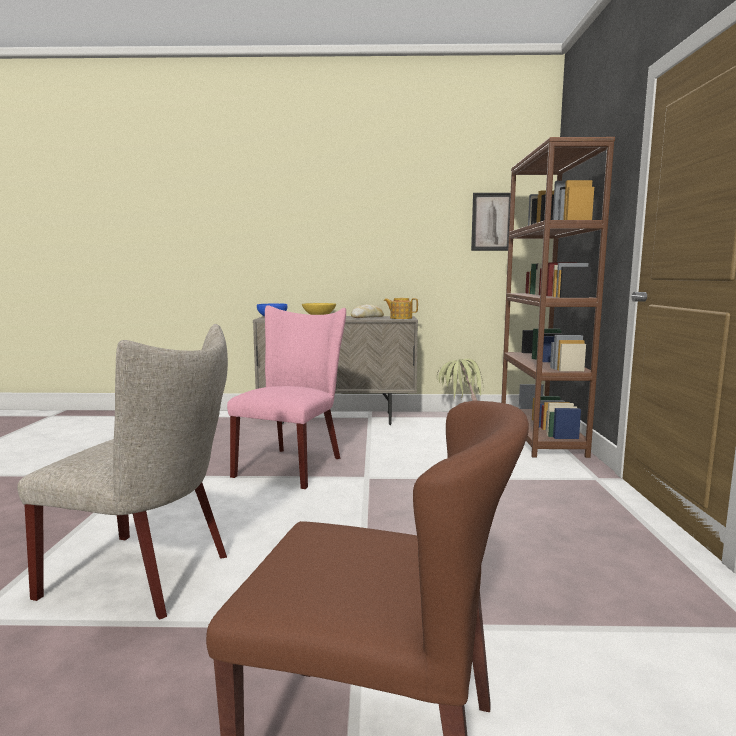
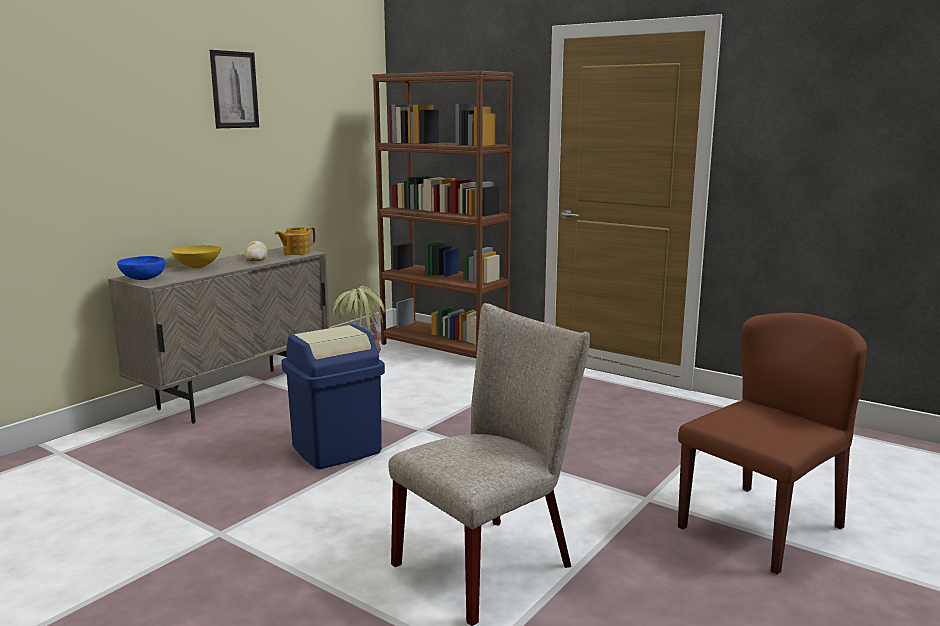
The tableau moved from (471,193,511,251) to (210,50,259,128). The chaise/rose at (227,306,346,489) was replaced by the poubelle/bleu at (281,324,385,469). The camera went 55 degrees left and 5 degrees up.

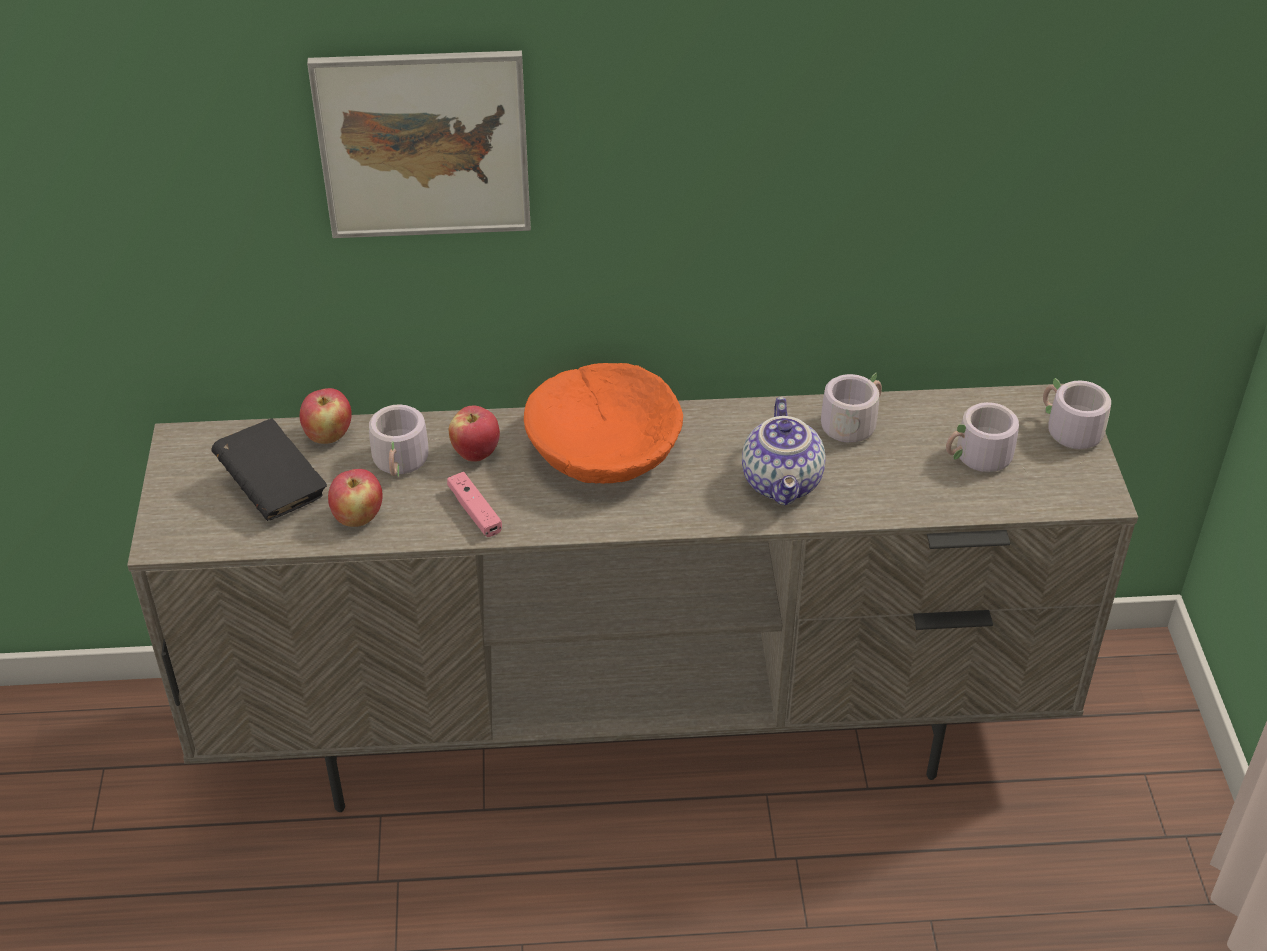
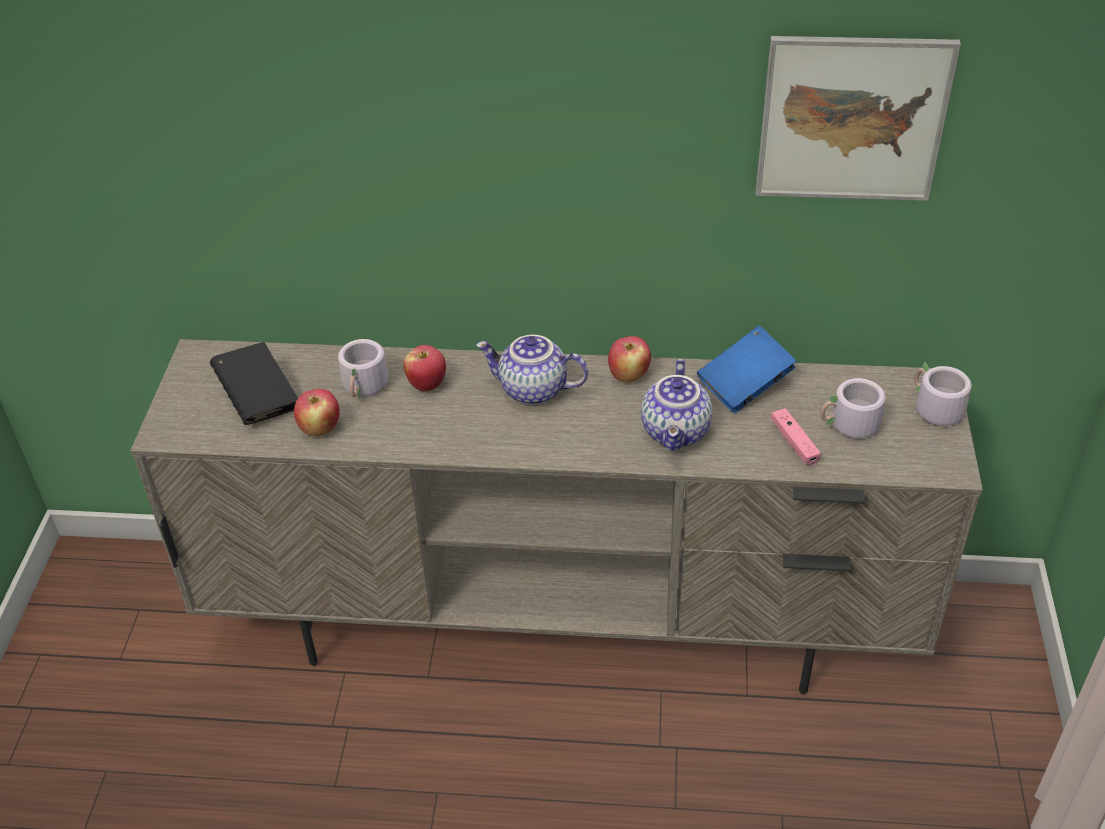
The bol/orange at (524,363,683,484) was replaced by the théière at (476,335,588,405). The pomme moved from (300,388,352,444) to (608,336,651,382). The mug/gris at (821,373,882,443) was replaced by the livre/bleu at (697,326,796,413). The tableau moved from (307,51,531,238) to (755,36,961,201). The manette/rose moved from (447,472,502,537) to (771,408,821,466). The camera went 10 degrees right and 0 degrees up.

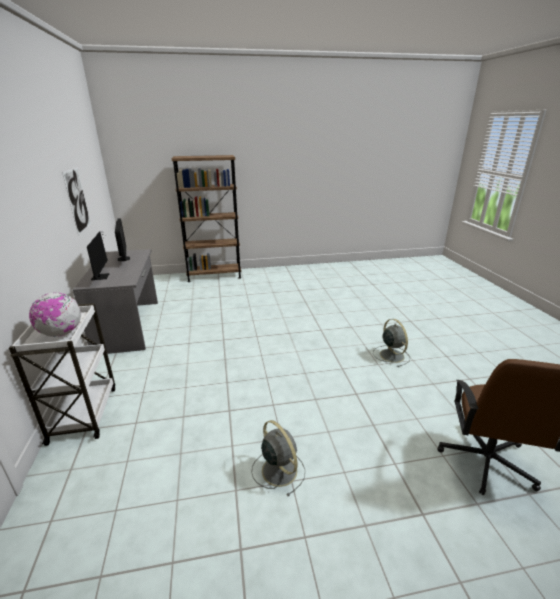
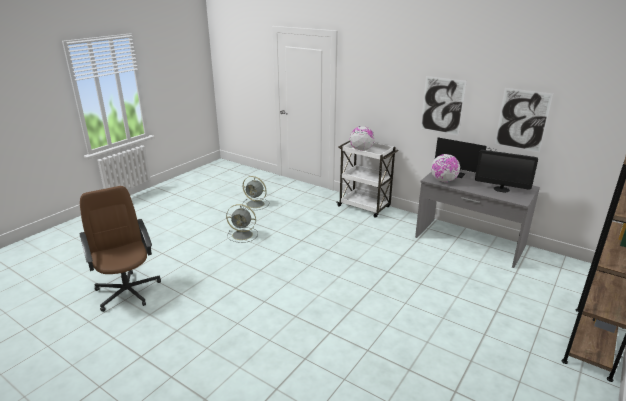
The ventilateur/gris moved from (373,319,410,367) to (242,176,269,210). The tableau at (420,76,467,136) appeared. The globe at (431,154,460,182) appeared. The camera went 135 degrees right and 0 degrees up.

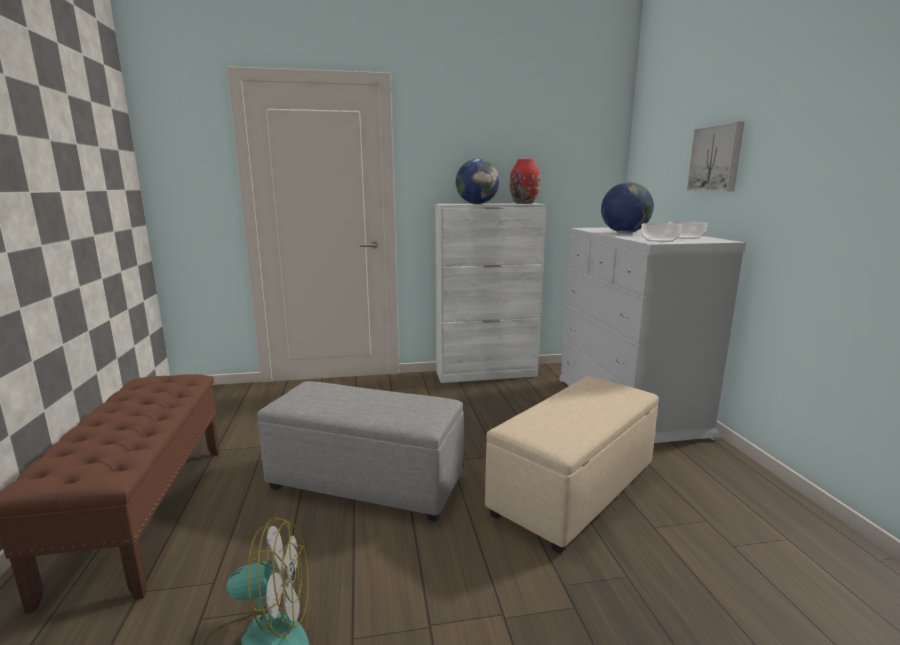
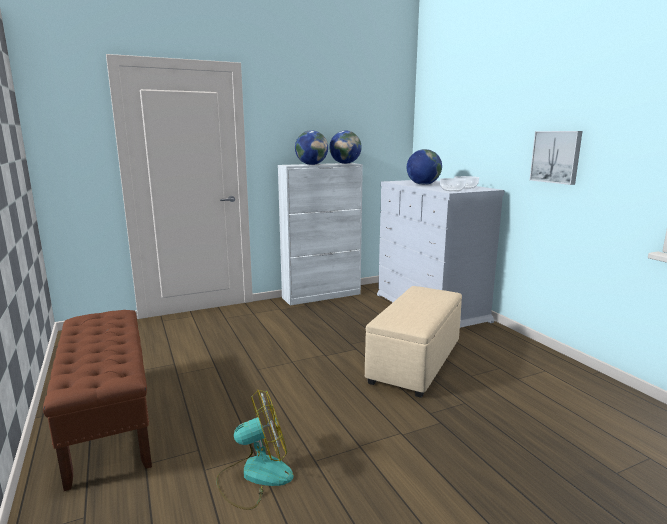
The vase/rouge at (510,159,540,204) was replaced by the globe at (329,131,362,164). The tableau moved from (687,122,744,191) to (530,131,582,185). The pouf/gris at (257,381,464,522) disappeared. The camera went 15 degrees left and 0 degrees up.

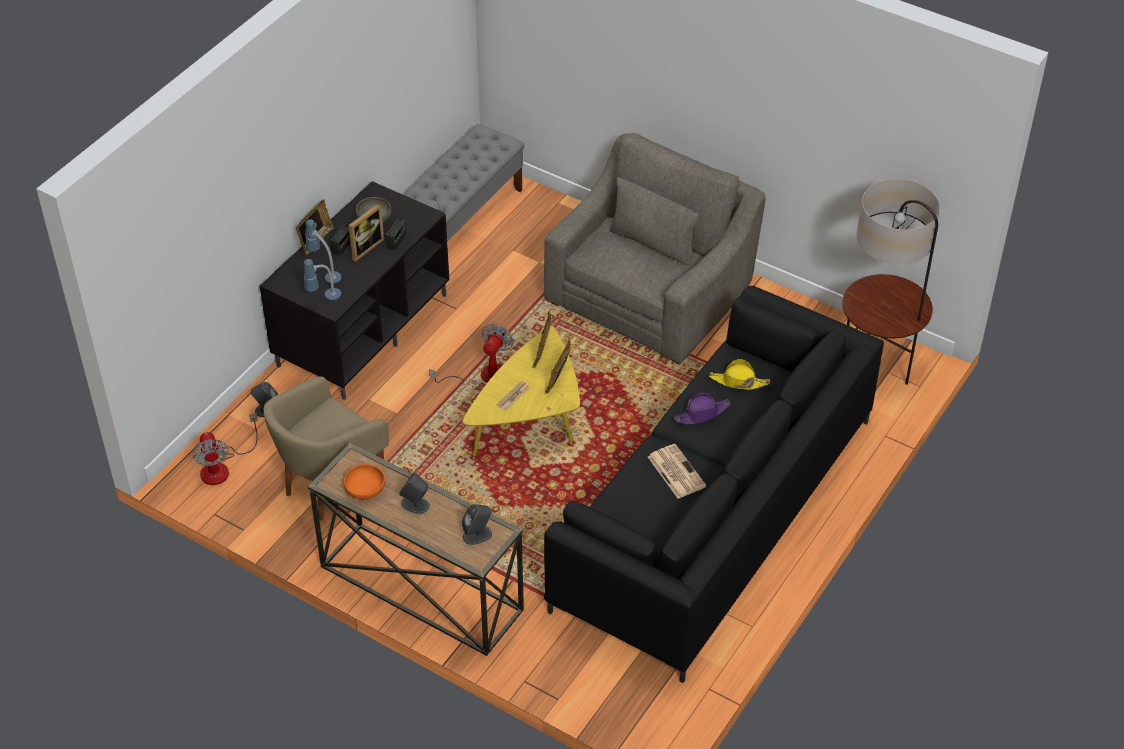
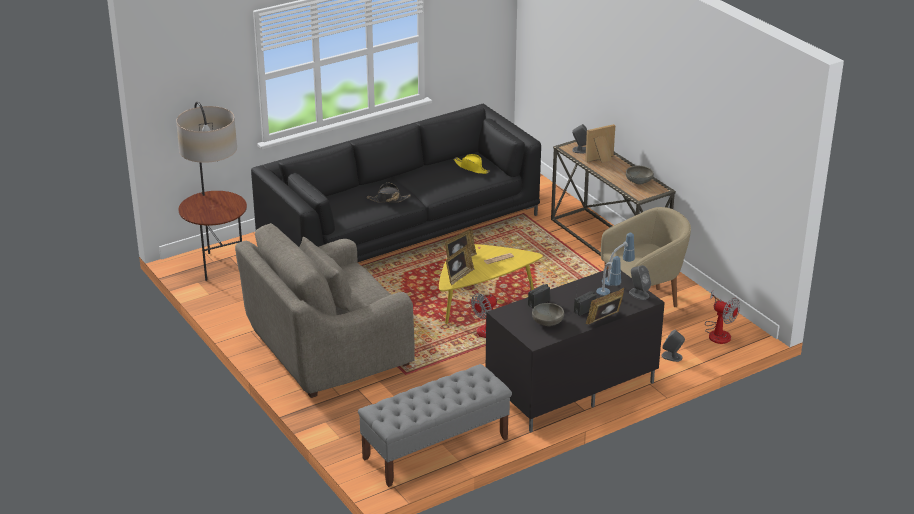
The chapeau/violet at (674,393,731,424) became the chapeau/noir at (367,183,411,202). The chapeau/jaune moved from (709,359,770,390) to (453,154,490,174). The cadre photo moved from (349,204,384,262) to (585,124,615,162). The bol/orange at (344,464,385,500) became the bol/gris at (626,166,654,184). The enceinte/gris moved from (399,473,430,514) to (629,265,651,300). The ventilateur at (192,413,258,485) turned 120 degrees clockwise. The journal at (648,444,706,499) disappeared. The camera went 155 degrees left and 15 degrees down.

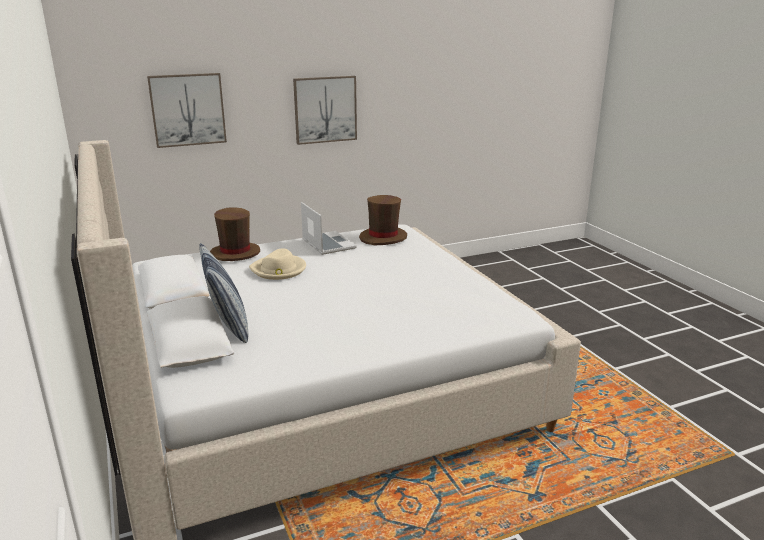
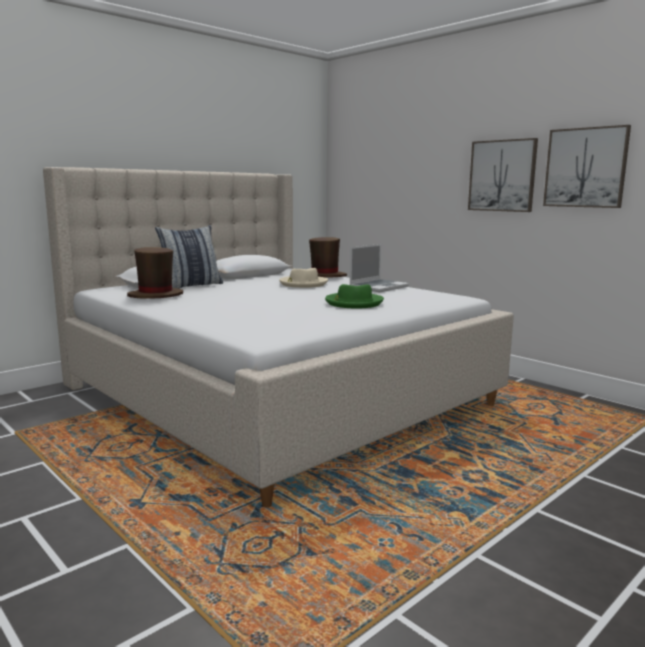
The chapeau/marron moved from (359,195,407,245) to (127,247,183,299). The chapeau/vert at (325,284,384,308) appeared. The tableau moved from (147,73,227,148) to (543,125,631,208). The camera went 70 degrees right and 10 degrees down.

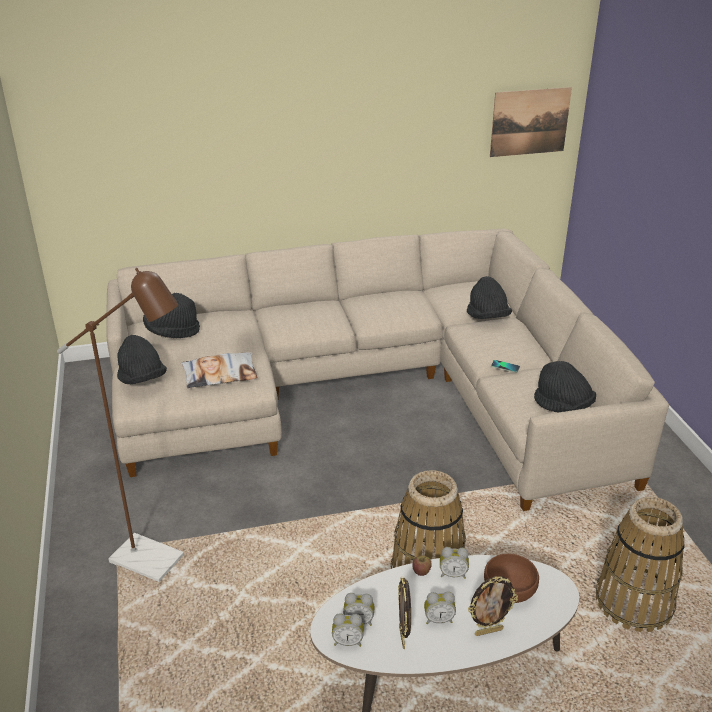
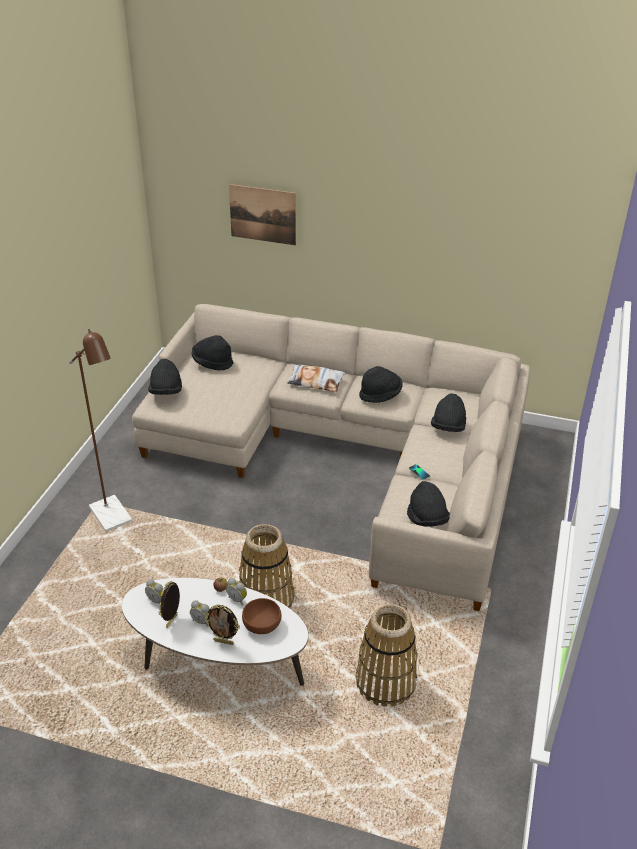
The tableau moved from (490,87,572,157) to (229,184,296,245). The coussin moved from (181,352,258,388) to (287,364,345,392). The chapeau/noir at (359,366,403,403) appeared. The réveil at (332,613,364,647) disappeared. The camera went 30 degrees right and 5 degrees up.

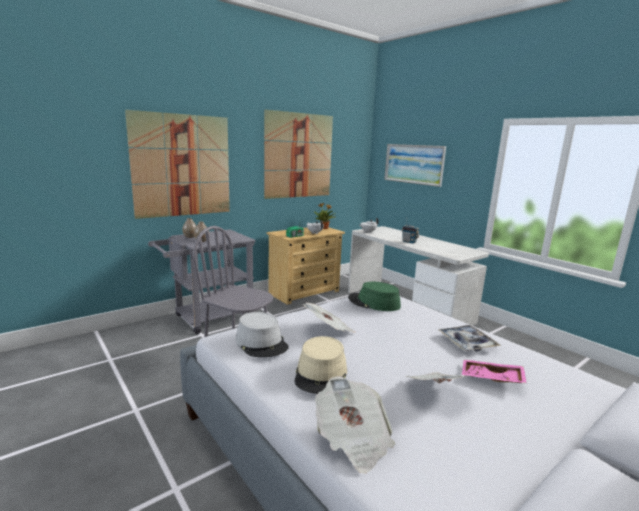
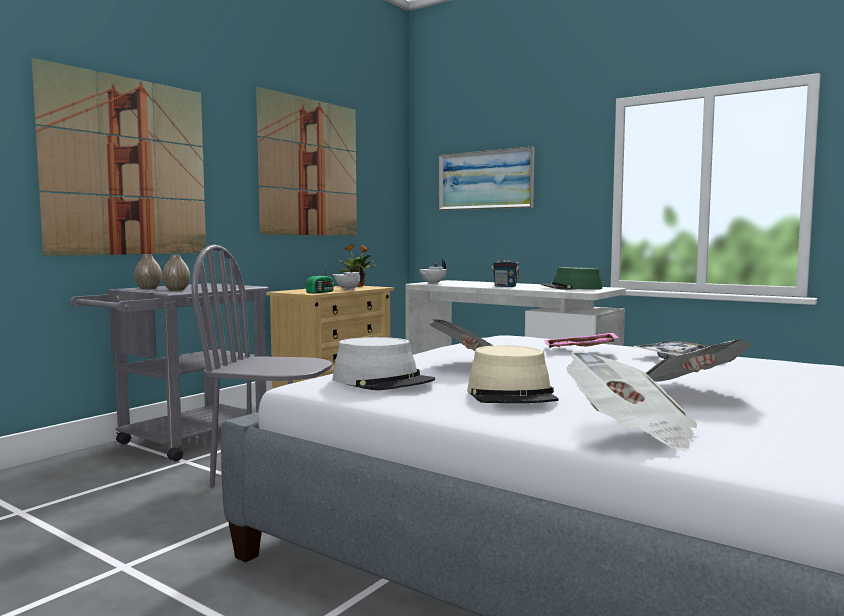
The chapeau/vert moved from (348,282,401,311) to (541,267,602,290). The plateau/rose moved from (462,360,526,383) to (544,333,619,348). The camera went 15 degrees left and 10 degrees down.

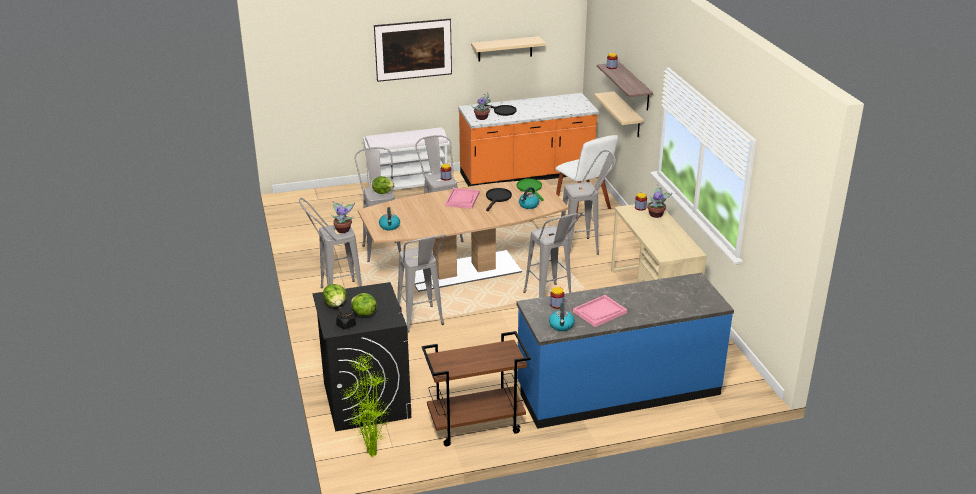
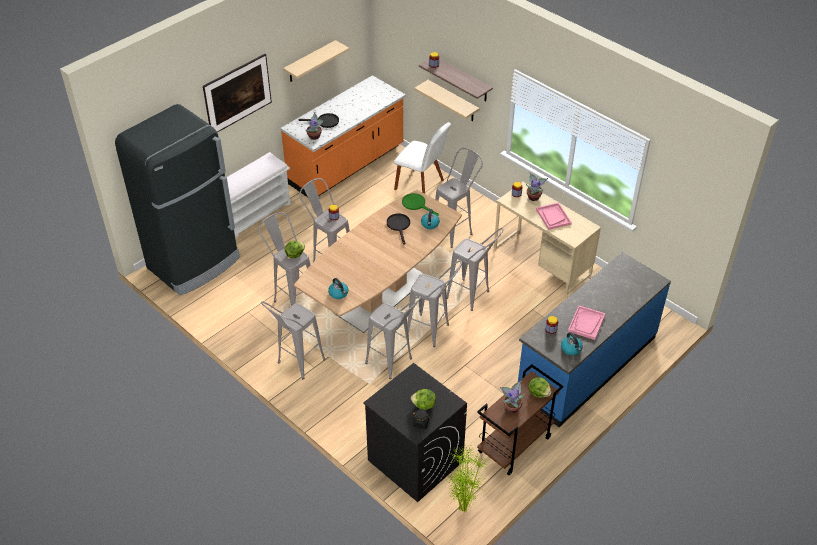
The réfrigérateur/noir at (115,104,240,295) appeared. The tabouret/gris at (407,260,462,347) appeared. The plante en pot moved from (331,201,355,233) to (500,381,525,413). The laitue moved from (323,284,347,307) to (528,377,552,398). The plateau/rose moved from (445,188,479,209) to (536,202,572,230). The camera went 30 degrees left and 15 degrees up.

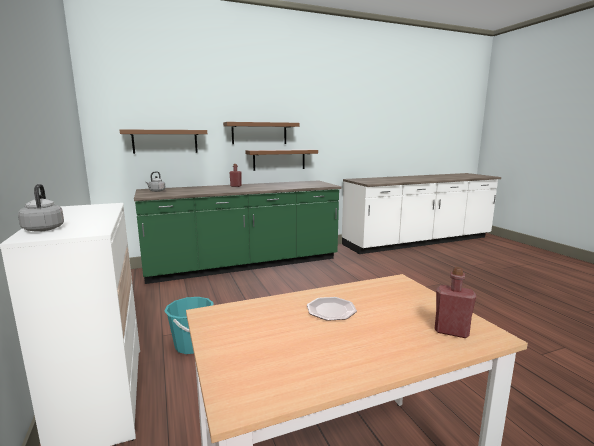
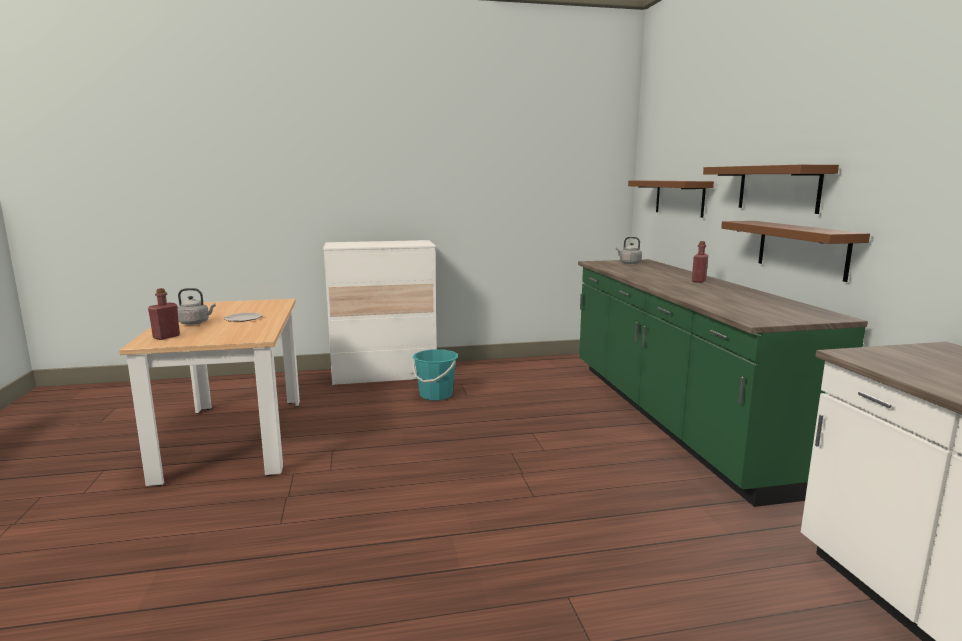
The bouilloire/gris moved from (18,184,64,232) to (178,288,216,325). The camera went 100 degrees right and 0 degrees up.

